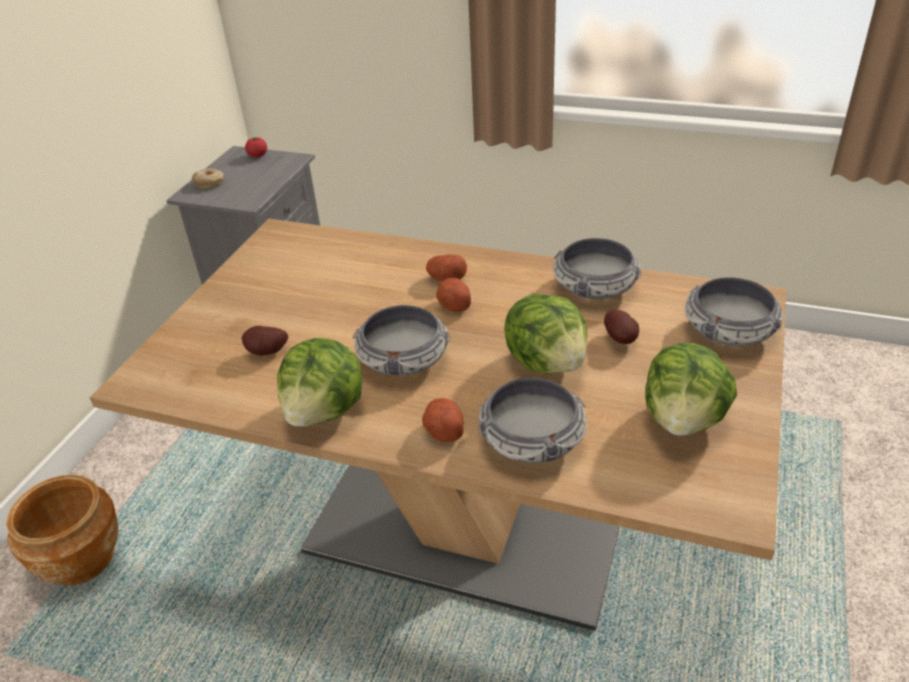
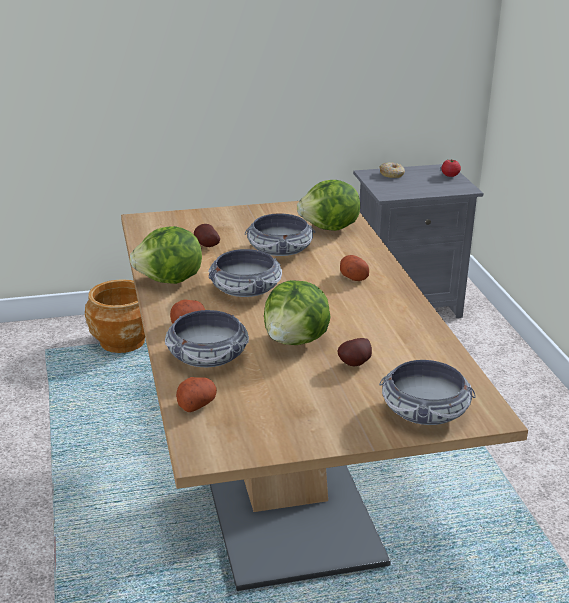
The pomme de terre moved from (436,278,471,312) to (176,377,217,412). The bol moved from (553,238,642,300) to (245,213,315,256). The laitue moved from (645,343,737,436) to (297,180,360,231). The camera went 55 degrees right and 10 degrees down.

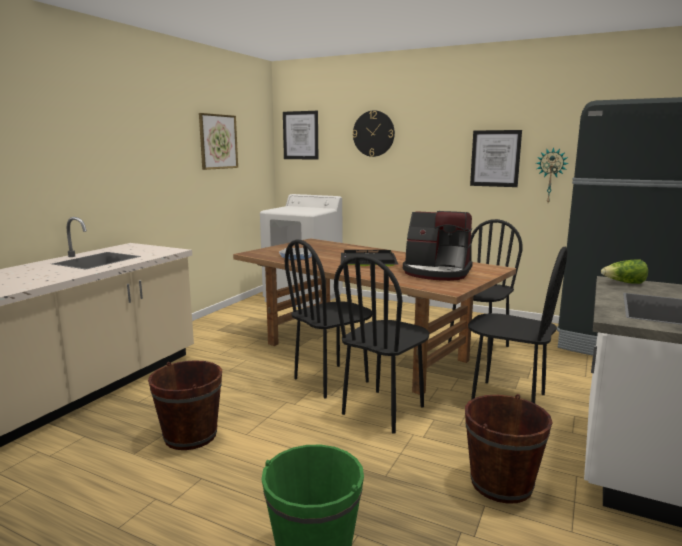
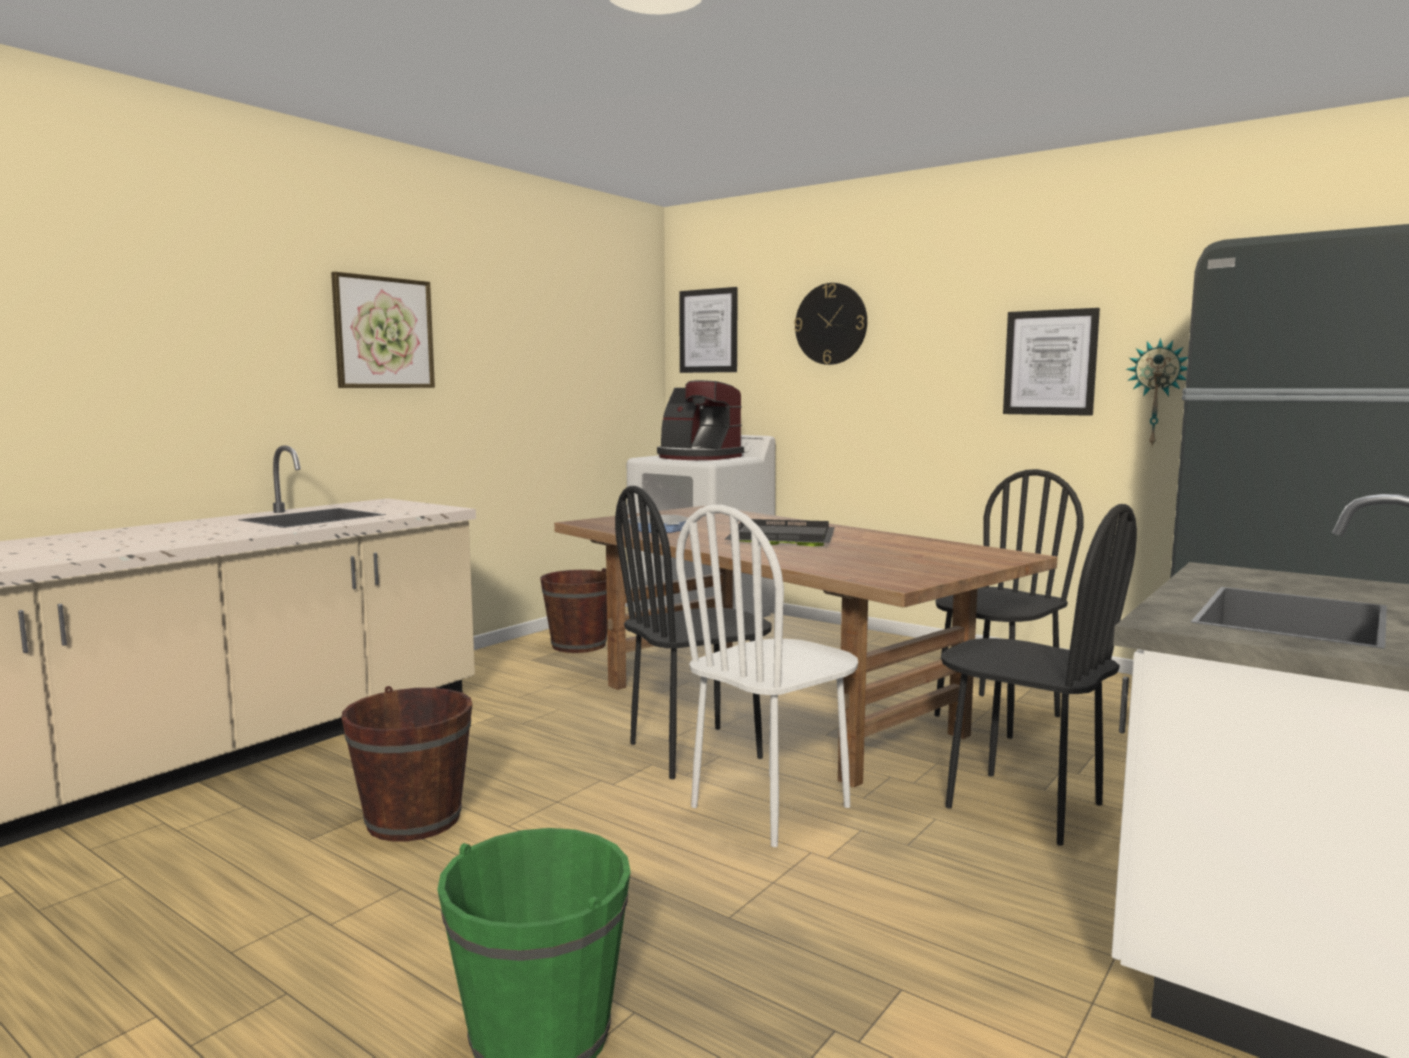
The tableau moved from (199,113,238,170) to (331,272,435,388). The seau/marron moved from (465,394,553,504) to (540,568,607,653). The machine à café moved from (403,211,473,281) to (657,380,744,460). The chaise/noir at (334,255,429,434) became the chaise/blanc at (676,505,858,847). The laitue at (601,259,648,284) disappeared. The camera went 10 degrees right and 5 degrees down.

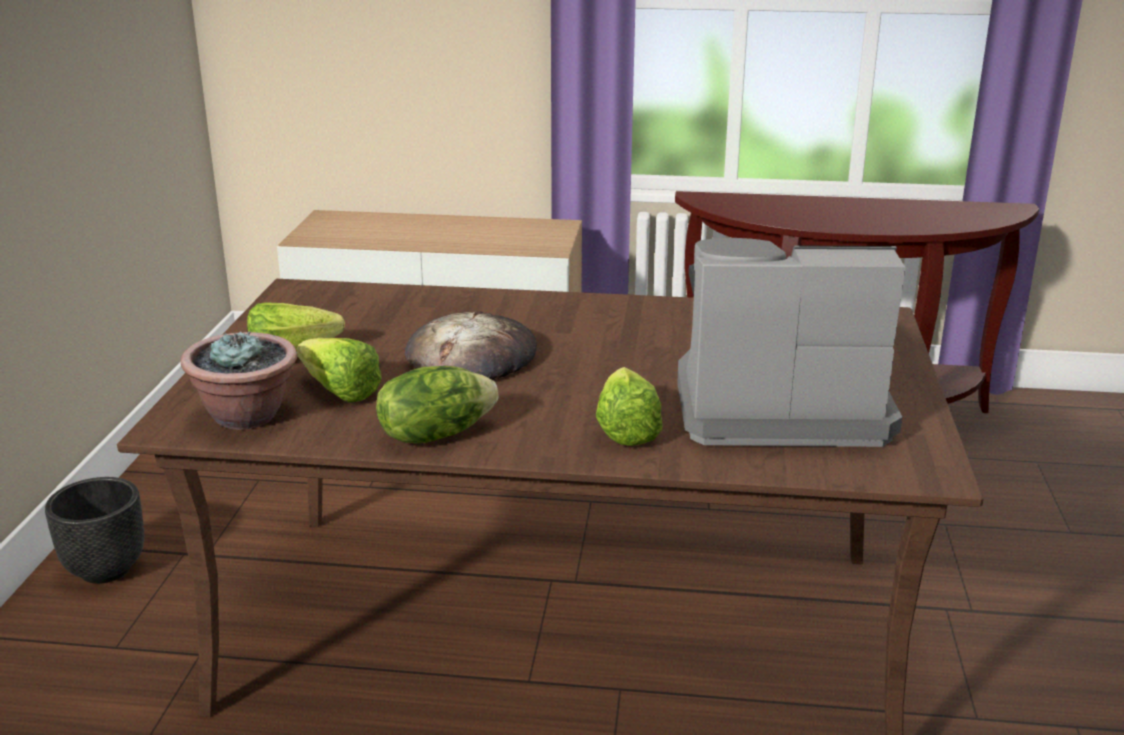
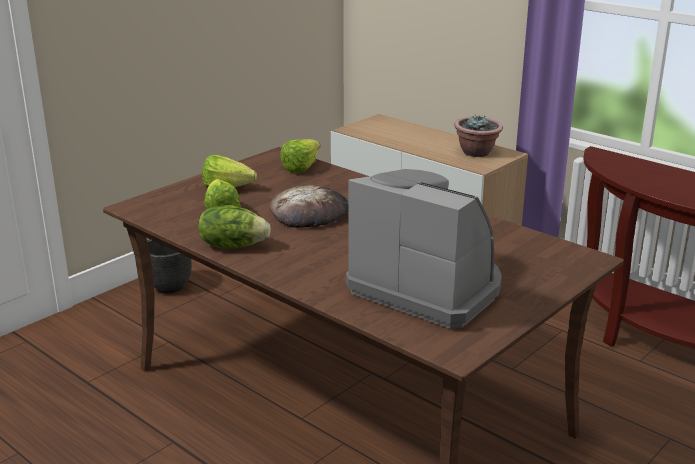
The laitue moved from (596,367,663,446) to (280,139,320,173). The plante en pot moved from (181,331,297,430) to (454,114,503,157). The camera went 35 degrees right and 0 degrees up.

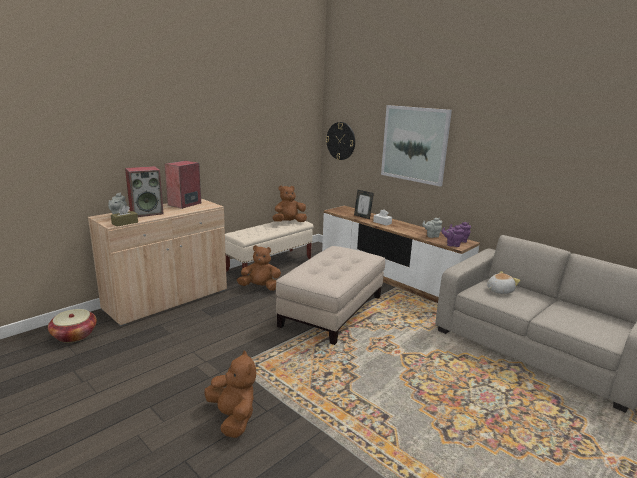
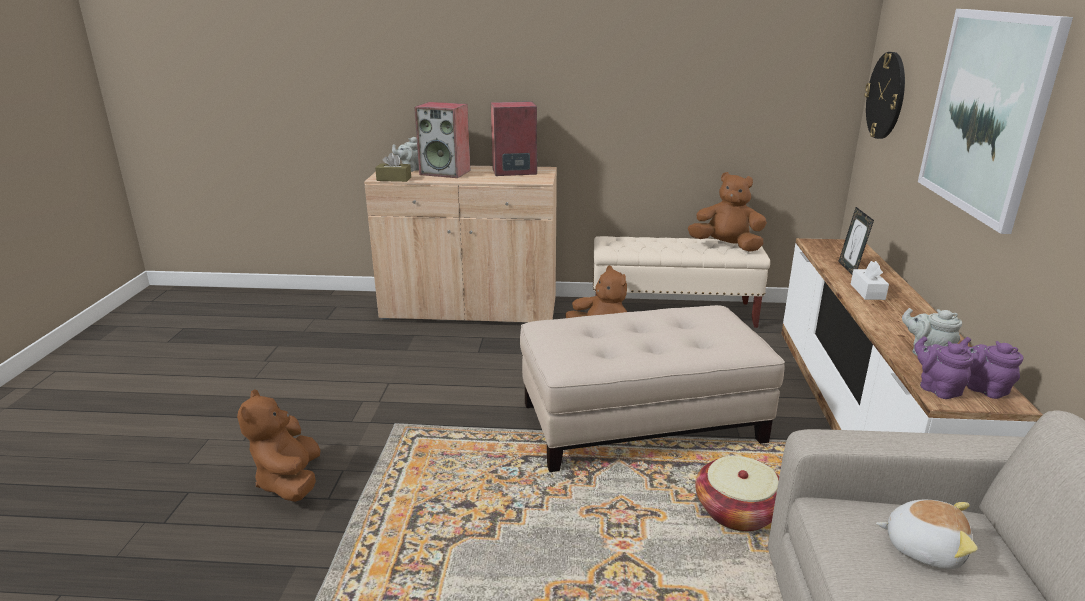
The peluche/marron at (205,351,256,438) turned 150 degrees clockwise. The panier moved from (48,309,97,343) to (695,456,779,532). The camera went 50 degrees right and 5 degrees up.

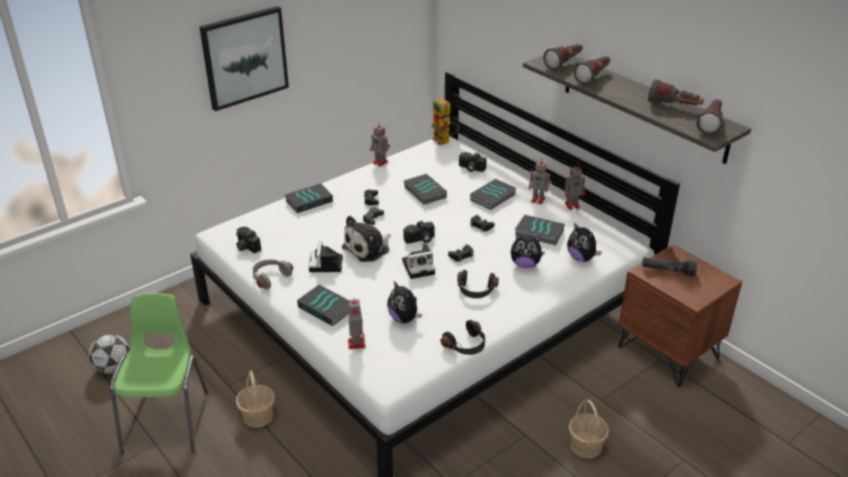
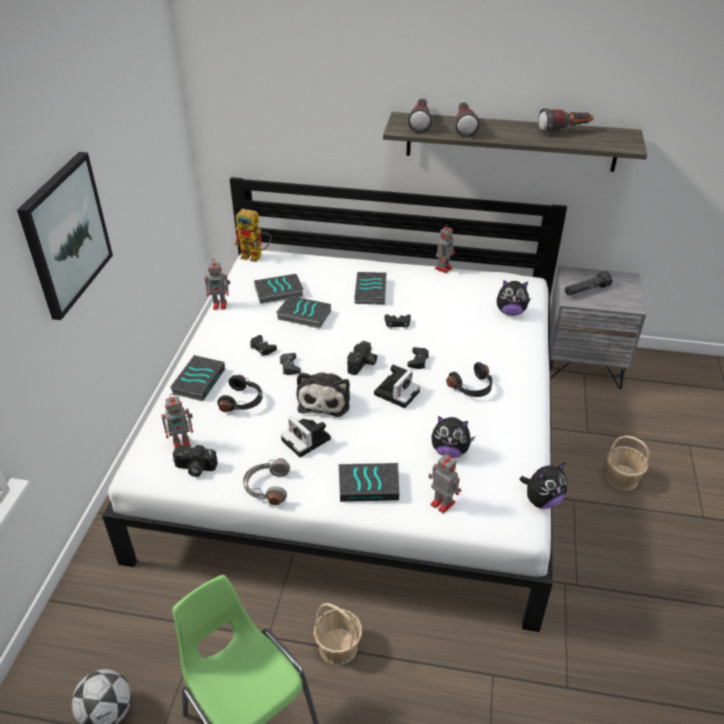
The robot jouet moved from (529,158,552,204) to (161,394,193,448). The casque audio/noir moved from (441,320,485,355) to (217,375,262,412). The livre moved from (515,215,564,246) to (254,274,304,304). The peluche moved from (511,233,545,268) to (520,462,567,509). The table de chevet/marron at (618,244,742,387) became the table de chevet/gris at (550,266,646,389). The appareil photo at (459,152,486,172) disappeared. The lampe de poche at (696,99,723,135) disappeared. The camera went 40 degrees left and 5 degrees up.

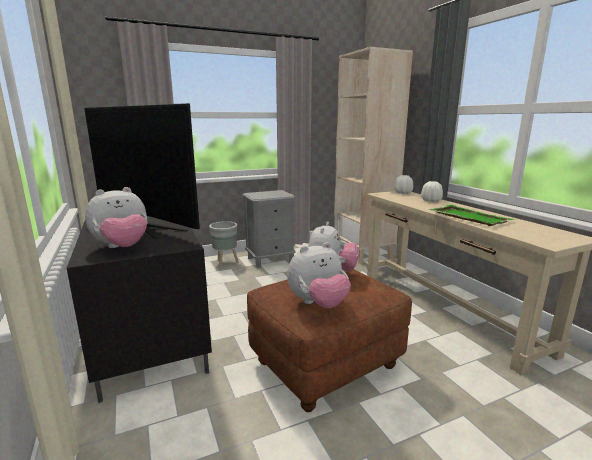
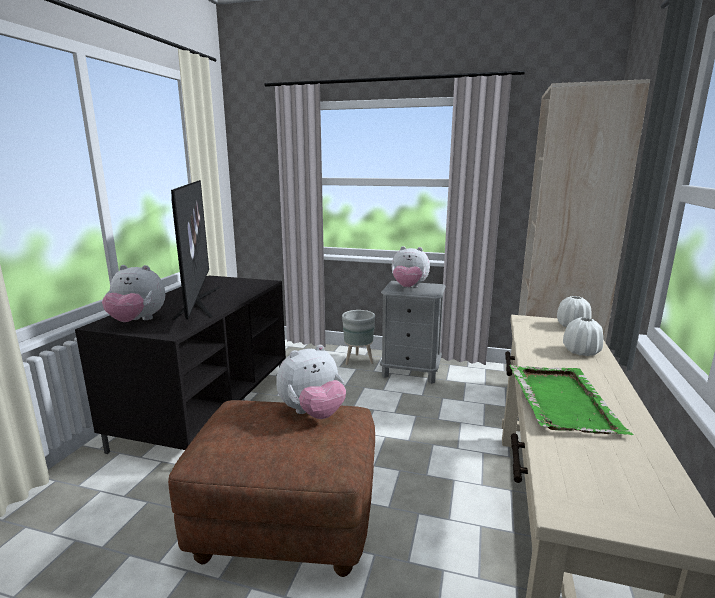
The peluche moved from (287,242,351,309) to (392,246,430,288). The camera went 40 degrees right and 0 degrees up.

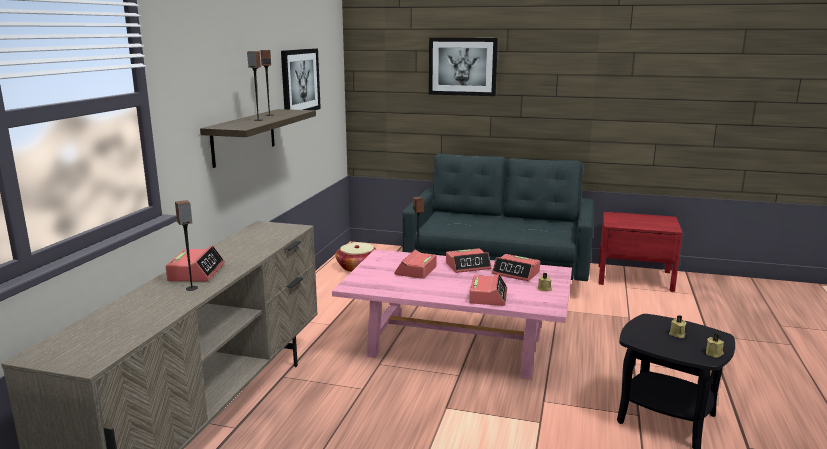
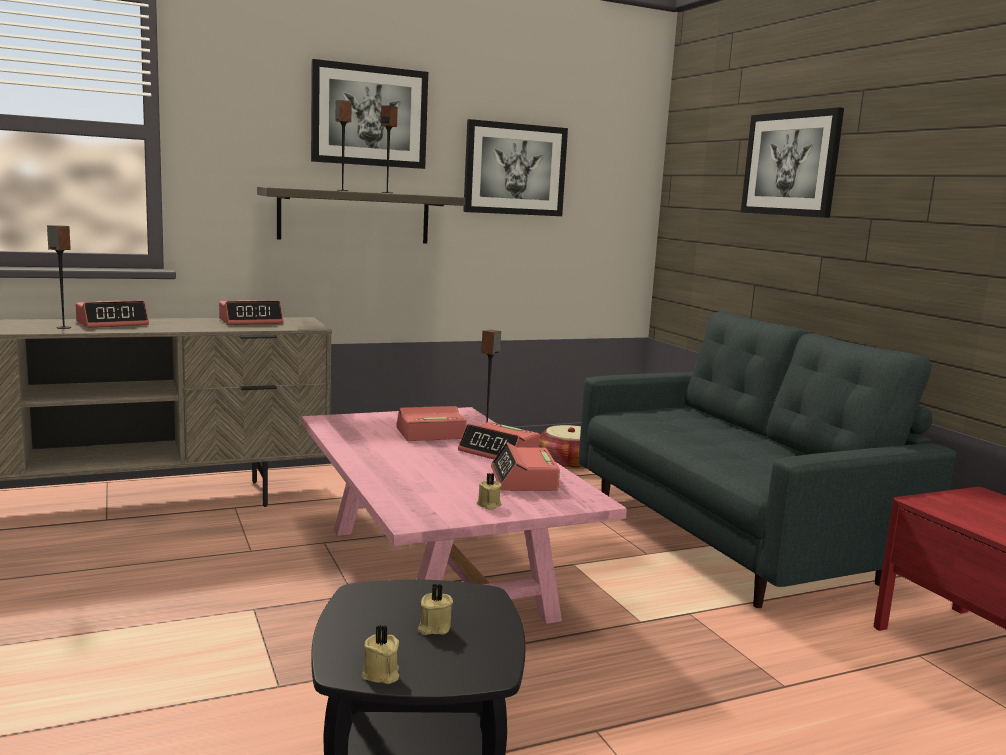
The réveil moved from (469,274,507,306) to (219,300,283,325). The tableau at (311,59,428,169) appeared. The camera went 50 degrees right and 5 degrees down.

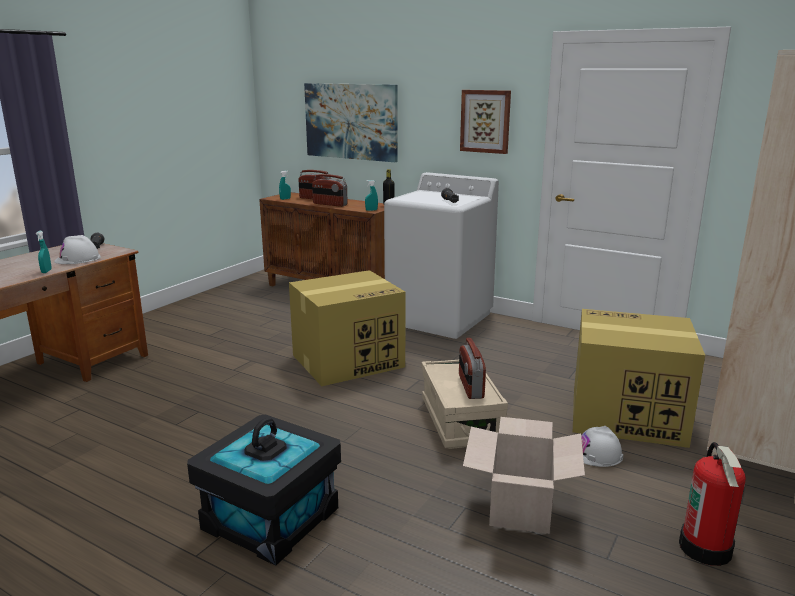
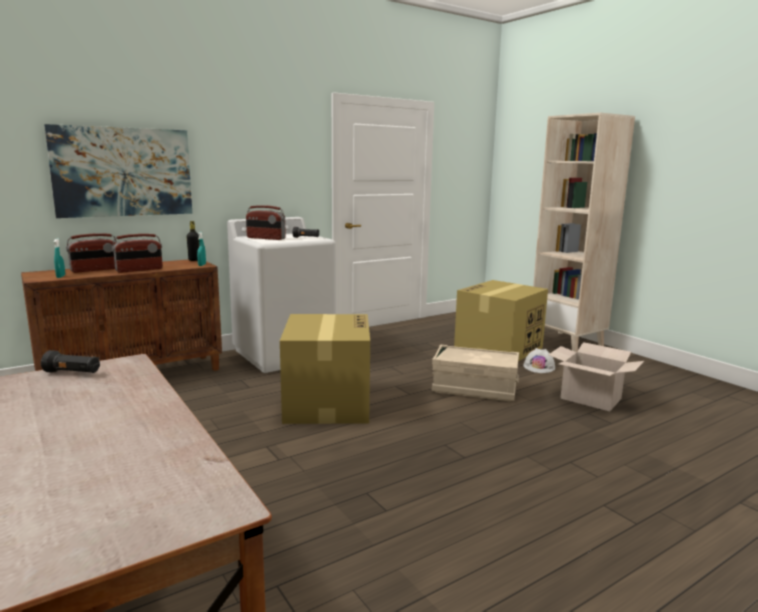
The radio moved from (459,338,486,399) to (246,205,286,240). The vaporisateur/turquoise at (36,231,52,273) disappeared. The casque de chantier/blanc at (54,235,101,264) disappeared. The boîte de rangement/noir at (187,414,341,566) disappeared. The tableau at (460,90,511,154) disappeared. The extincteur at (679,442,746,566) disappeared. The camera went 65 degrees left and 5 degrees down.

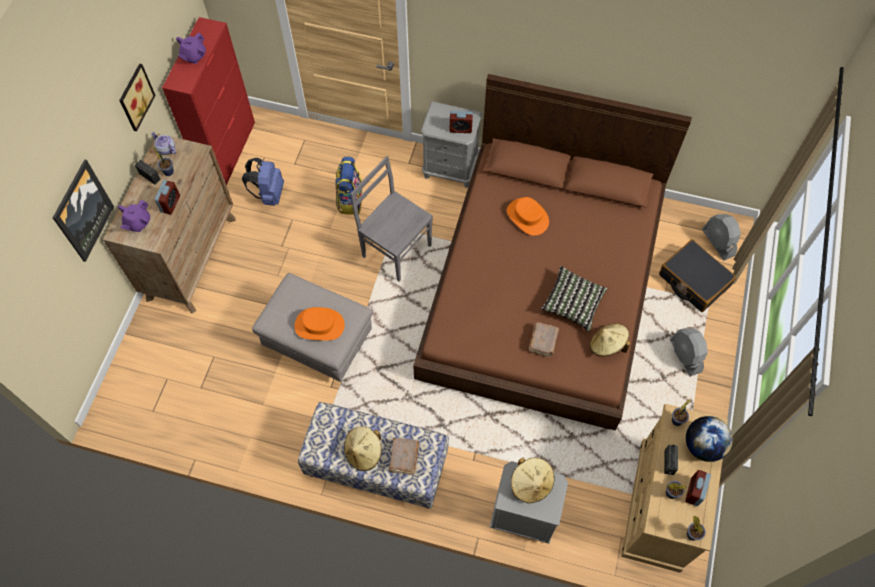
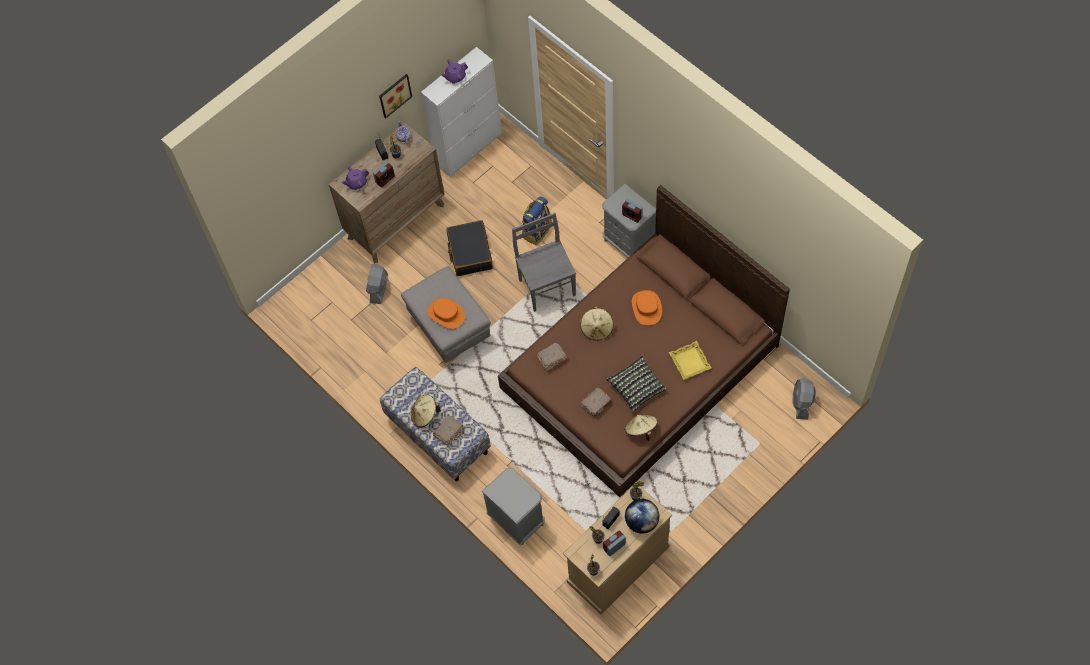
The ventilateur/gris moved from (670,328,708,377) to (366,263,388,304). The meuble de rangement/rouge at (162,17,255,185) became the meuble de rangement/blanc at (421,47,502,177). The valise/noir moved from (659,239,736,312) to (446,220,493,276). The livre/marron at (536,342,567,370) appeared. The chapeau/beige moved from (511,457,555,503) to (580,306,613,341). The plateau/jaune at (669,341,711,380) appeared. The tableau at (53,159,114,262) disappeared. The sac à dos/bleu at (242,158,284,206) disappeared. The camera went 35 degrees right and 0 degrees up.

